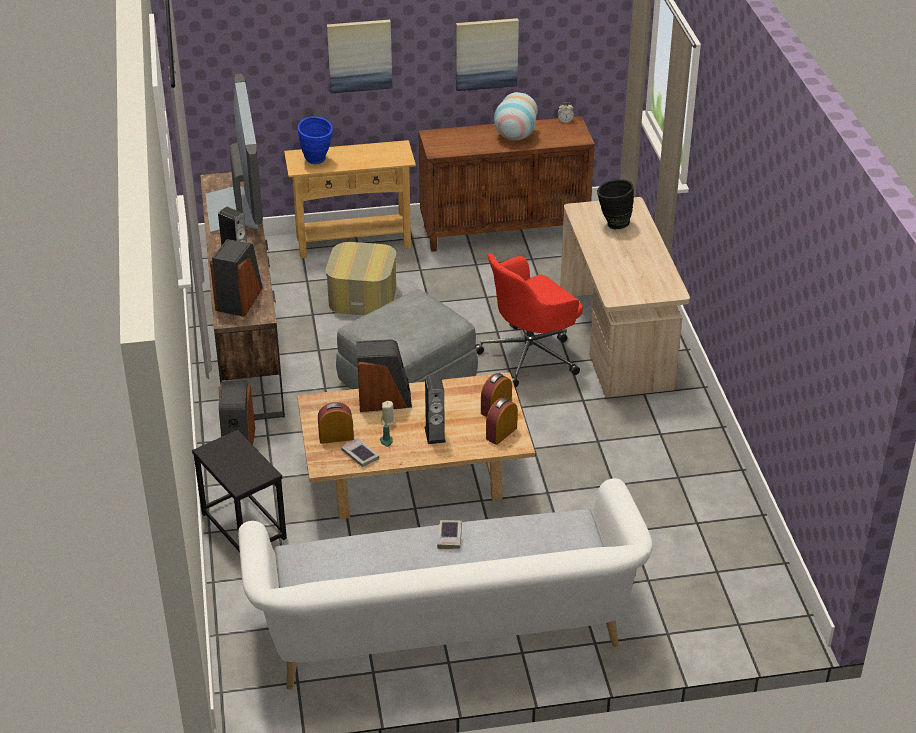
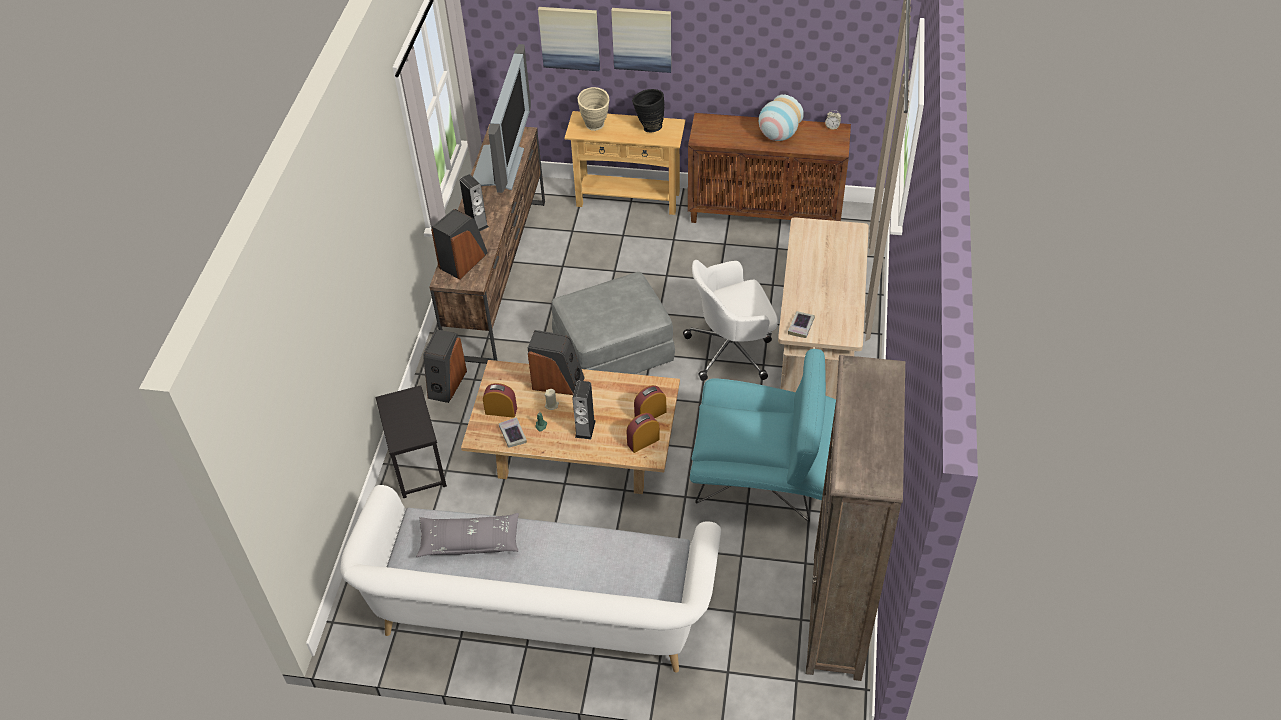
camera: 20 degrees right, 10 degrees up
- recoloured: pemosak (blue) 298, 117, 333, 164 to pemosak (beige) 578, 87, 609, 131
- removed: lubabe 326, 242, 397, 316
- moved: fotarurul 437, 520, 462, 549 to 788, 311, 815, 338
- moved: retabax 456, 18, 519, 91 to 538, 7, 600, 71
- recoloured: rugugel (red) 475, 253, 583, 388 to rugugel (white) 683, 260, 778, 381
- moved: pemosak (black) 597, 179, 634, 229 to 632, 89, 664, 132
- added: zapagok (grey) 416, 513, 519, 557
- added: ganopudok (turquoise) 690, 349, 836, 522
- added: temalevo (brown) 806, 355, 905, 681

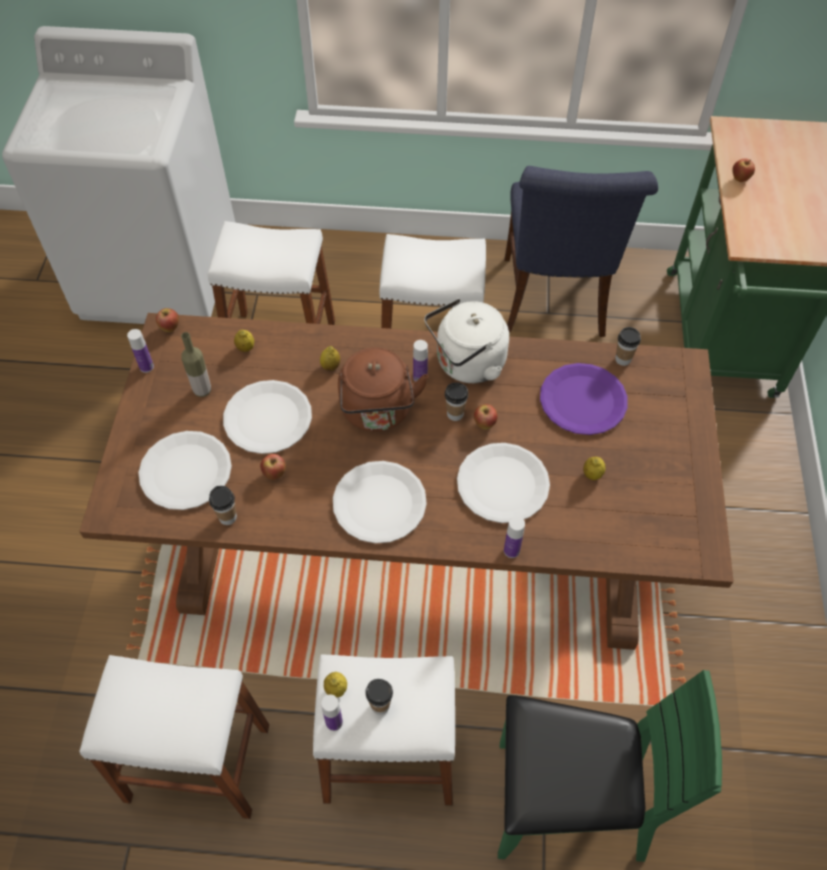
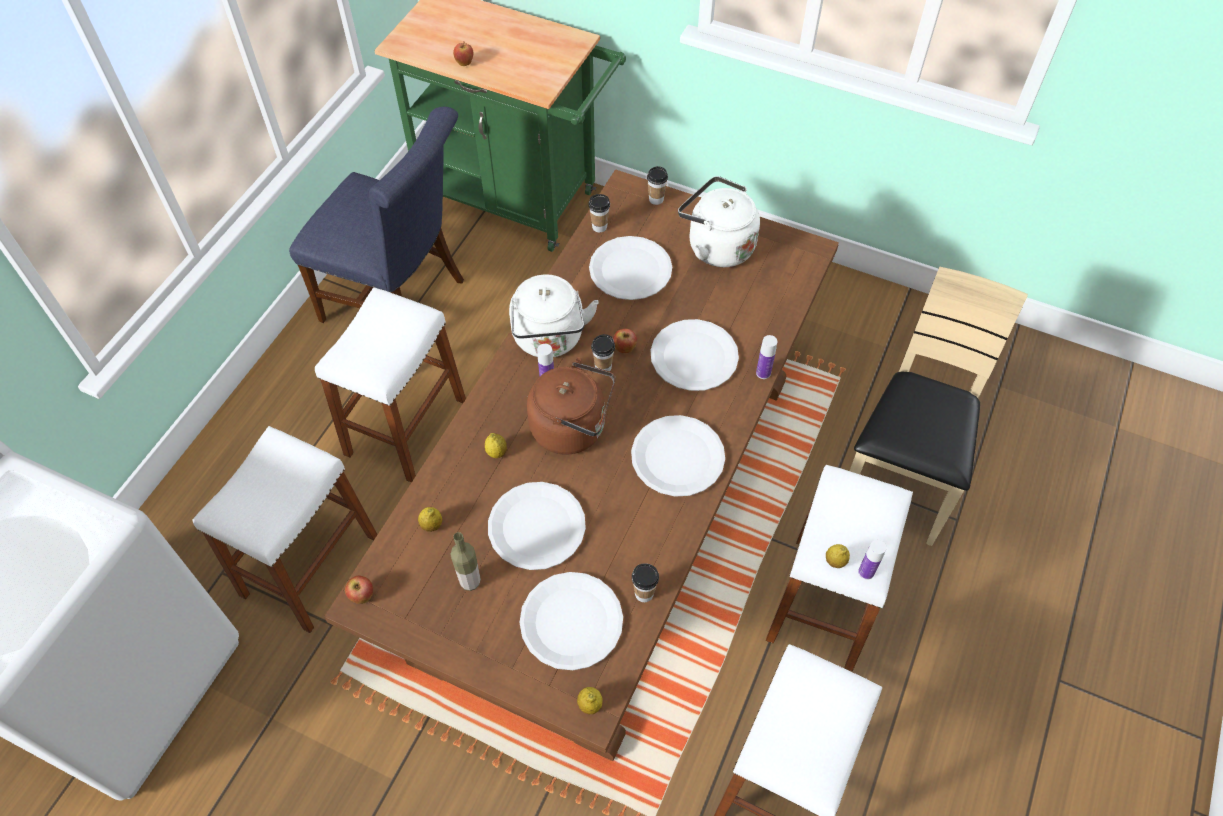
camera: 70 degrees left, 0 degrees up
- removed: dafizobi 127, 329, 154, 373
- removed: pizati 260, 454, 286, 480
- moved: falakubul 365, 679, 393, 715 to 647, 166, 668, 205
- recoloured: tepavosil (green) 498, 670, 722, 862 to tepavosil (beige) 850, 266, 1028, 546
- recoloured: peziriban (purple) 540, 363, 628, 435 to peziriban (white) 589, 236, 672, 300
- moved: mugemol 583, 457, 606, 480 to 577, 687, 603, 714
- added: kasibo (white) 678, 176, 760, 267

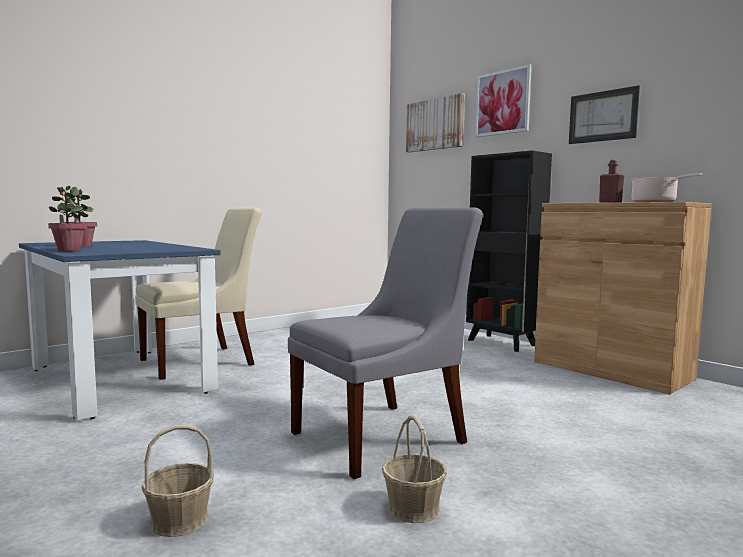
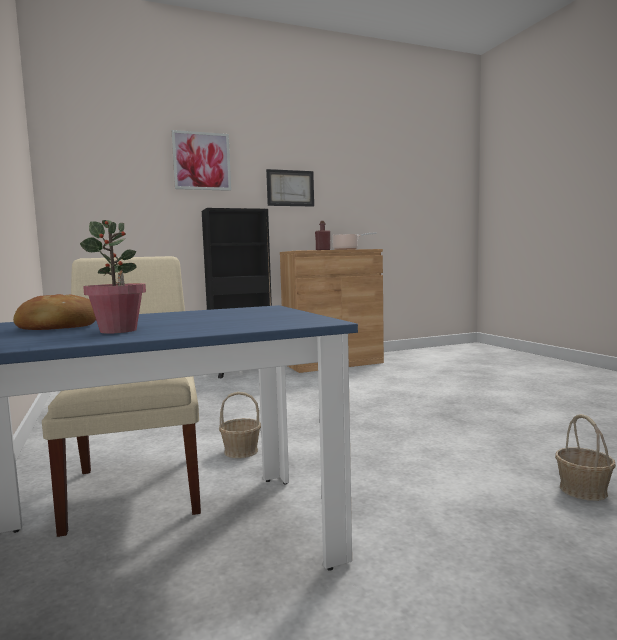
camera: 70 degrees left, 0 degrees up
- removed: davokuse 48, 186, 87, 251
- removed: tepavosil (grey) 288, 207, 483, 479
- moved: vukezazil 382, 416, 447, 523 to 219, 392, 261, 458
- removed: retabax 406, 93, 465, 152
- added: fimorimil 13, 294, 96, 330

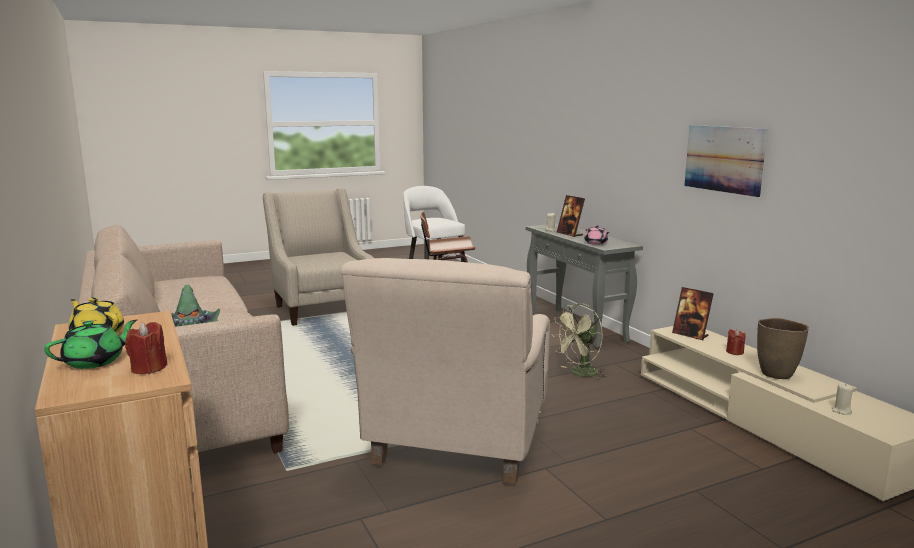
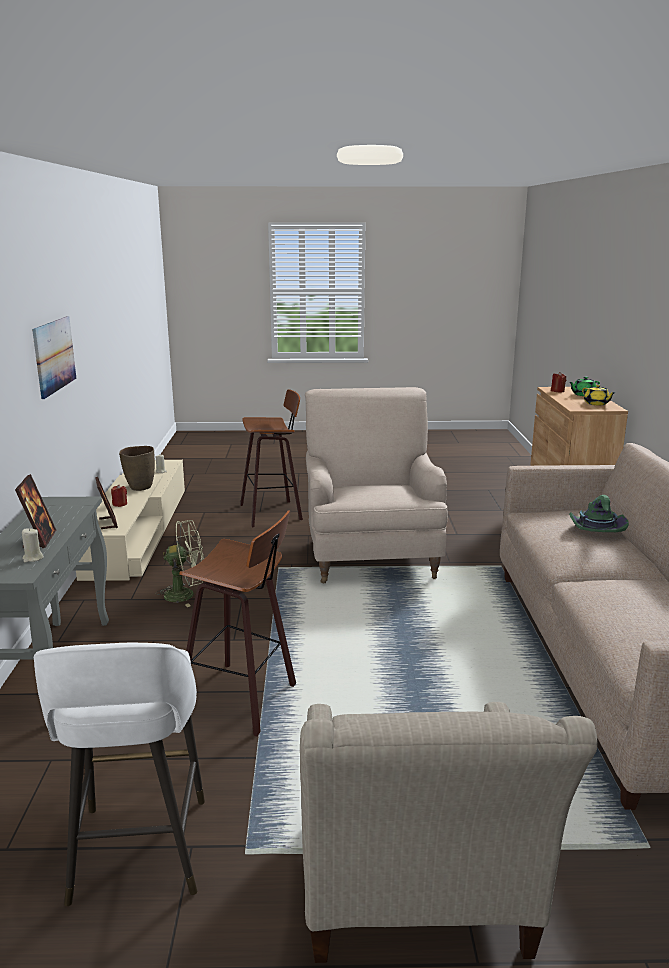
camera: 155 degrees left, 5 degrees up
- turned: ganopudok (beige) 340, 258, 550, 484 = 305, 387, 448, 584 45 degrees counterclockwise
- removed: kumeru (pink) 584, 225, 609, 245
- added: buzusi 240, 389, 303, 527

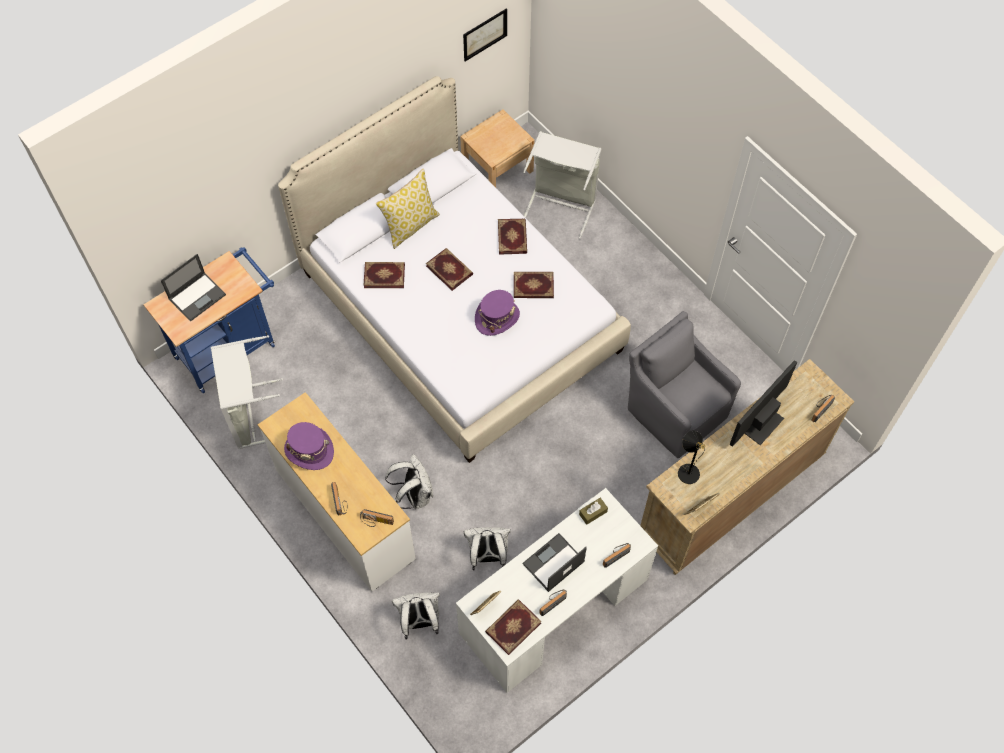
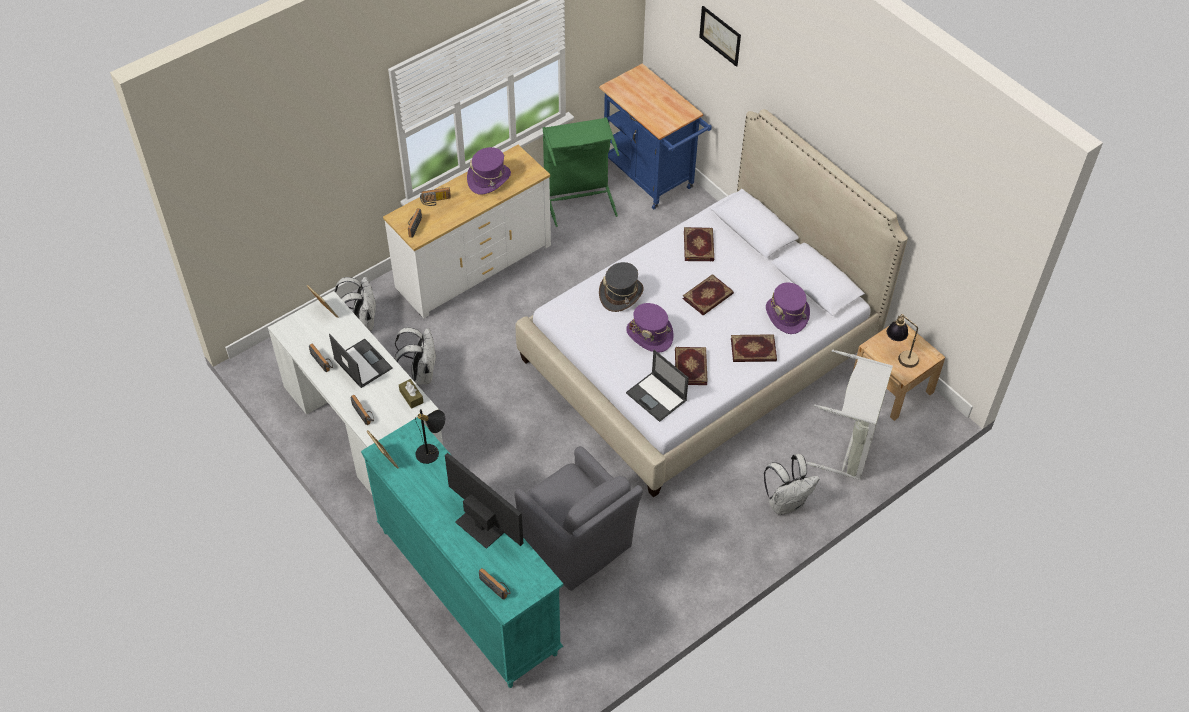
camera: 90 degrees right, 10 degrees down
- moved: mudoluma 161, 254, 226, 321 to 626, 350, 689, 422
- recoloured: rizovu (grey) 211, 335, 283, 449 to rizovu (green) 542, 117, 619, 227
- removed: zapagok 376, 168, 440, 249
- moved: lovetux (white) 385, 454, 433, 509 to 764, 454, 819, 515
- moved: retabax 463, 8, 507, 61 to 699, 6, 741, 67
- removed: fotarurul 485, 599, 542, 655
- turned: ganopudok (grey) 628, 311, 741, 458 = 514, 446, 643, 591 90 degrees clockwise
- recoloured: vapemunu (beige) 640, 359, 854, 575 to vapemunu (turquoise) 361, 417, 564, 688
- added: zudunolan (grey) 599, 262, 644, 312
- added: zudunolan (purple) 766, 282, 810, 334
- added: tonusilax 887, 314, 919, 368

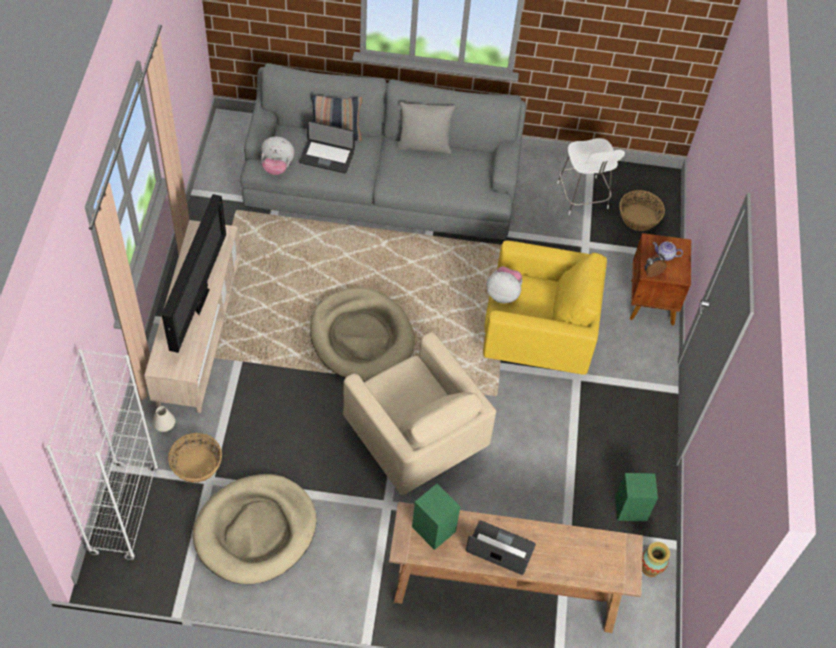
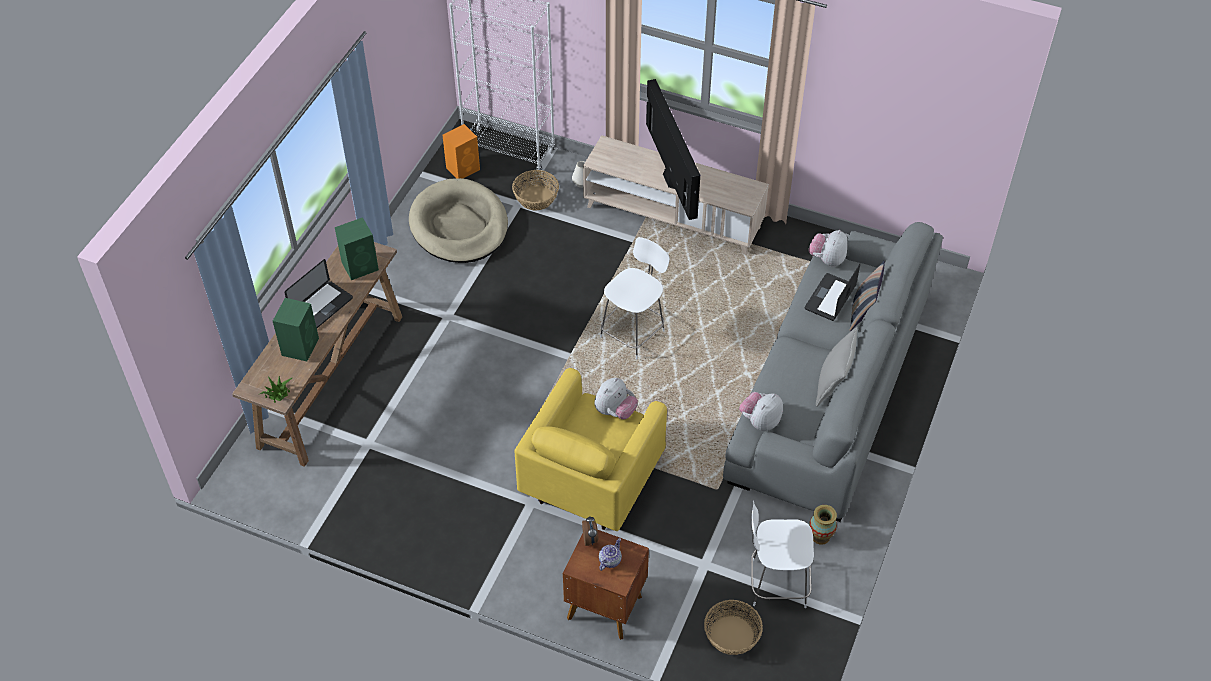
camera: 110 degrees right, 5 degrees down
- turned: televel 162, 194, 226, 353 = 646, 79, 700, 220 135 degrees counterclockwise
- replaced: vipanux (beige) 310, 287, 415, 381 to buzusi (white) 600, 237, 670, 359
- removed: ganopudok (beige) 343, 332, 496, 495
- moved: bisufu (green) 615, 473, 658, 521 to 273, 298, 319, 361
- moved: pemosak 642, 542, 670, 577 to 809, 505, 837, 545
- added: davokuse 260, 375, 292, 403
- added: bisufu (orange) 442, 124, 480, 178
- added: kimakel 739, 392, 783, 431

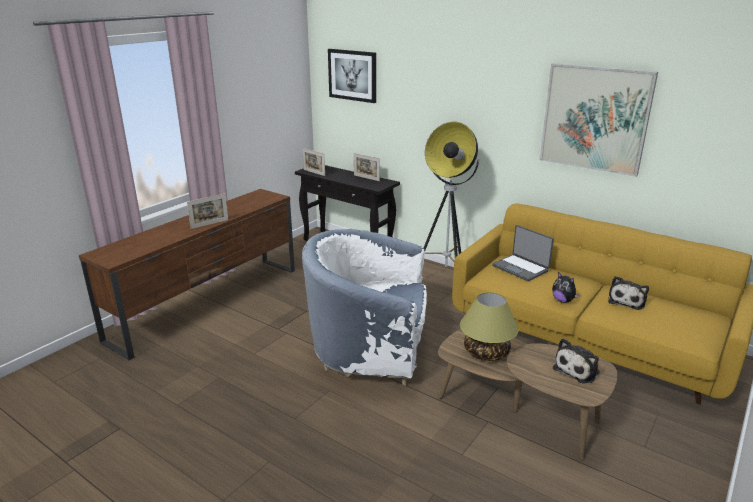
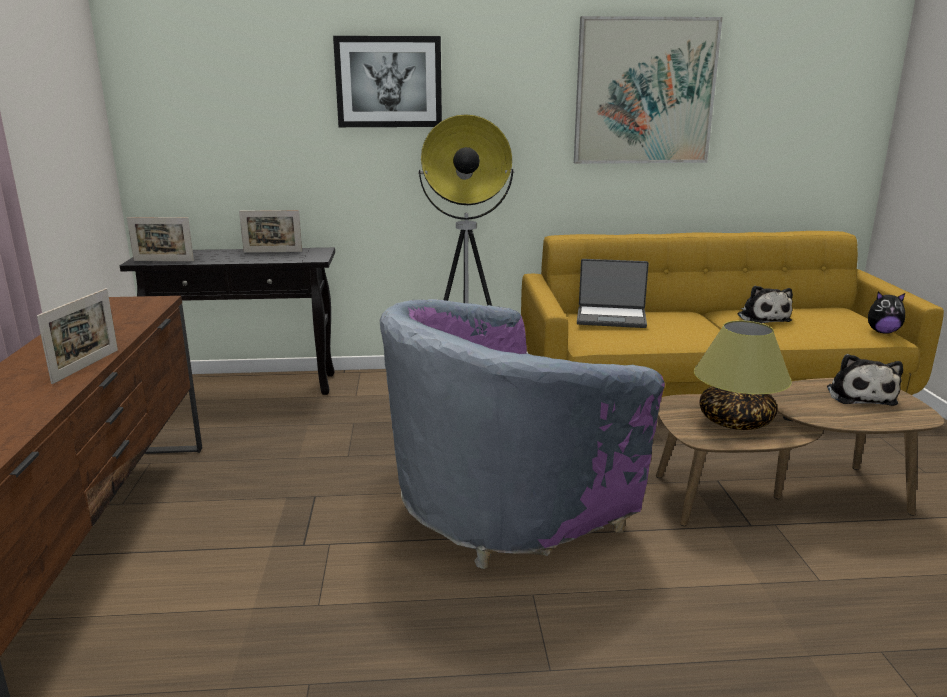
camera: 40 degrees left, 5 degrees down
- recoloured: ganopudok (white) 302, 229, 427, 387 to ganopudok (purple) 380, 299, 665, 569
- moved: retabax 328, 49, 376, 103 to 333, 36, 442, 127
- moved: kimakel 552, 272, 580, 303 to 868, 292, 905, 334

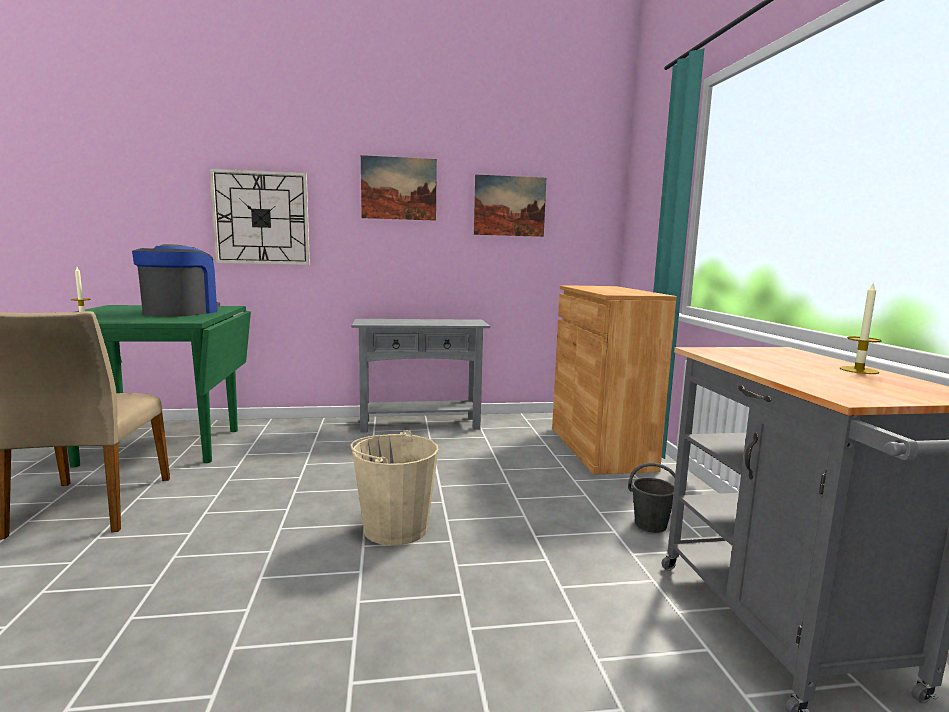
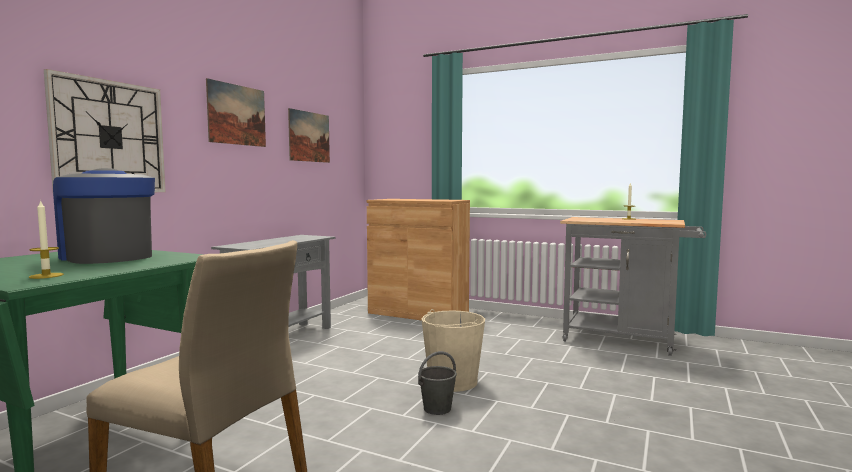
camera: 55 degrees left, 5 degrees down
- moved: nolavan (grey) 628, 463, 675, 533 to 418, 351, 457, 415

